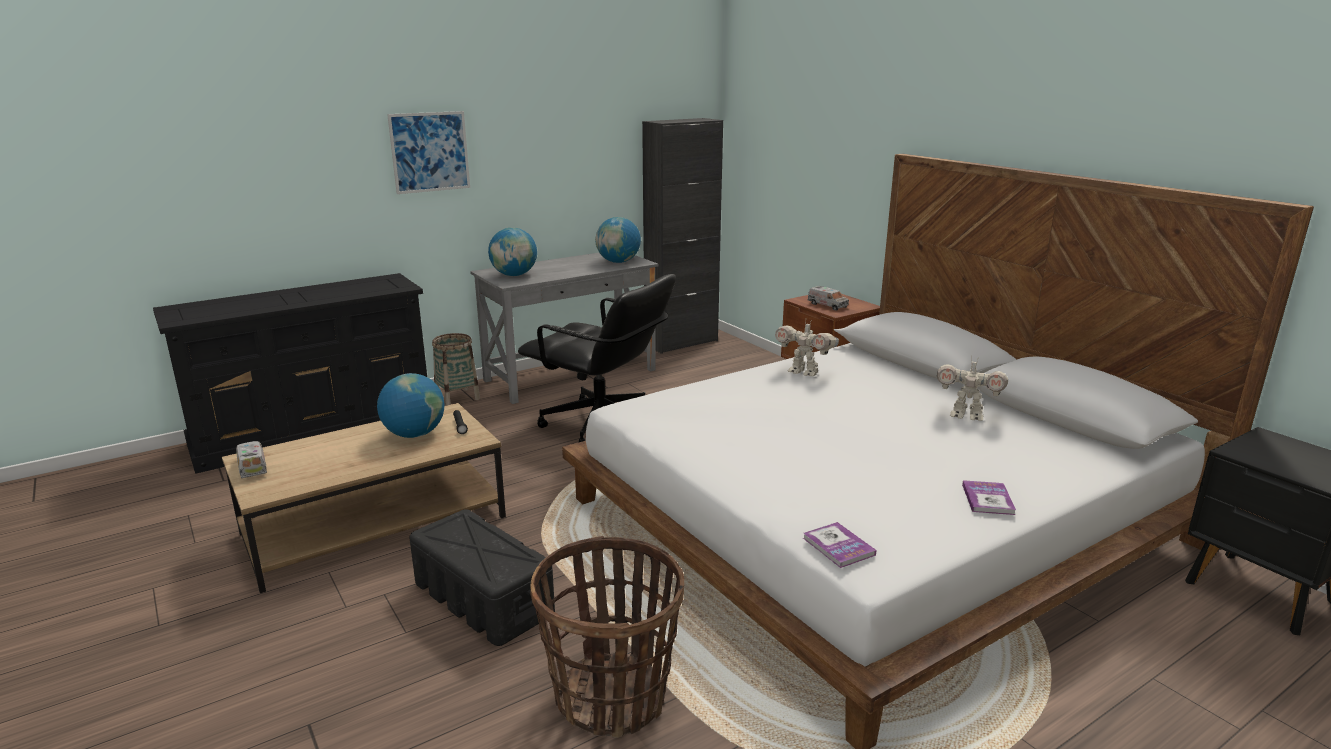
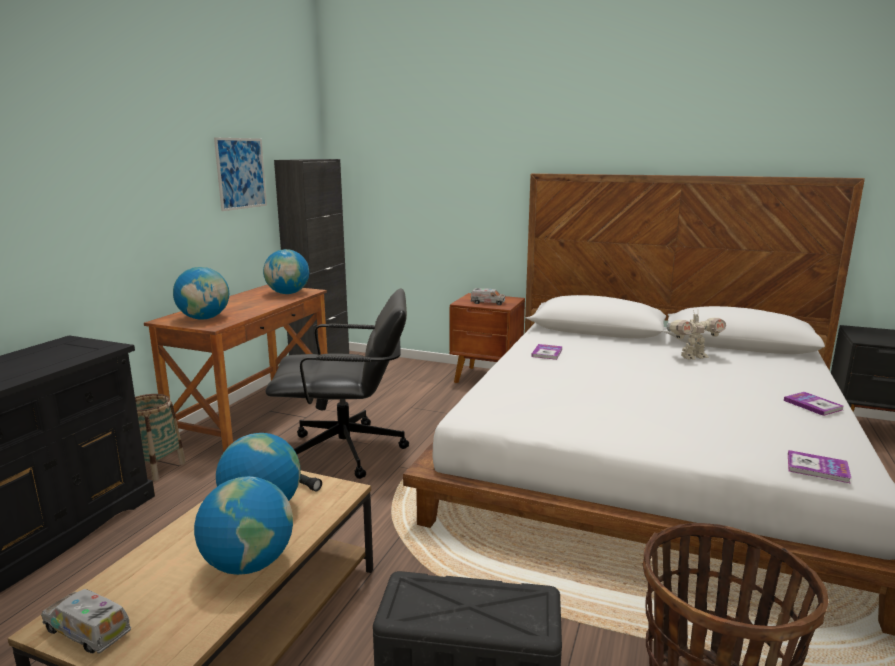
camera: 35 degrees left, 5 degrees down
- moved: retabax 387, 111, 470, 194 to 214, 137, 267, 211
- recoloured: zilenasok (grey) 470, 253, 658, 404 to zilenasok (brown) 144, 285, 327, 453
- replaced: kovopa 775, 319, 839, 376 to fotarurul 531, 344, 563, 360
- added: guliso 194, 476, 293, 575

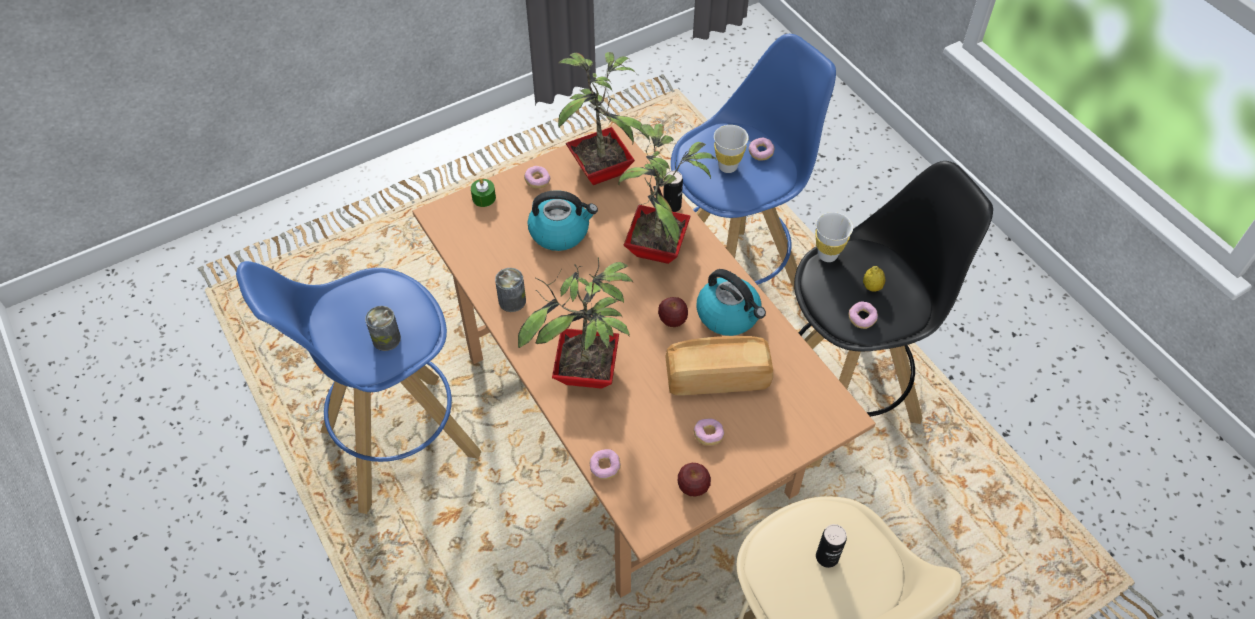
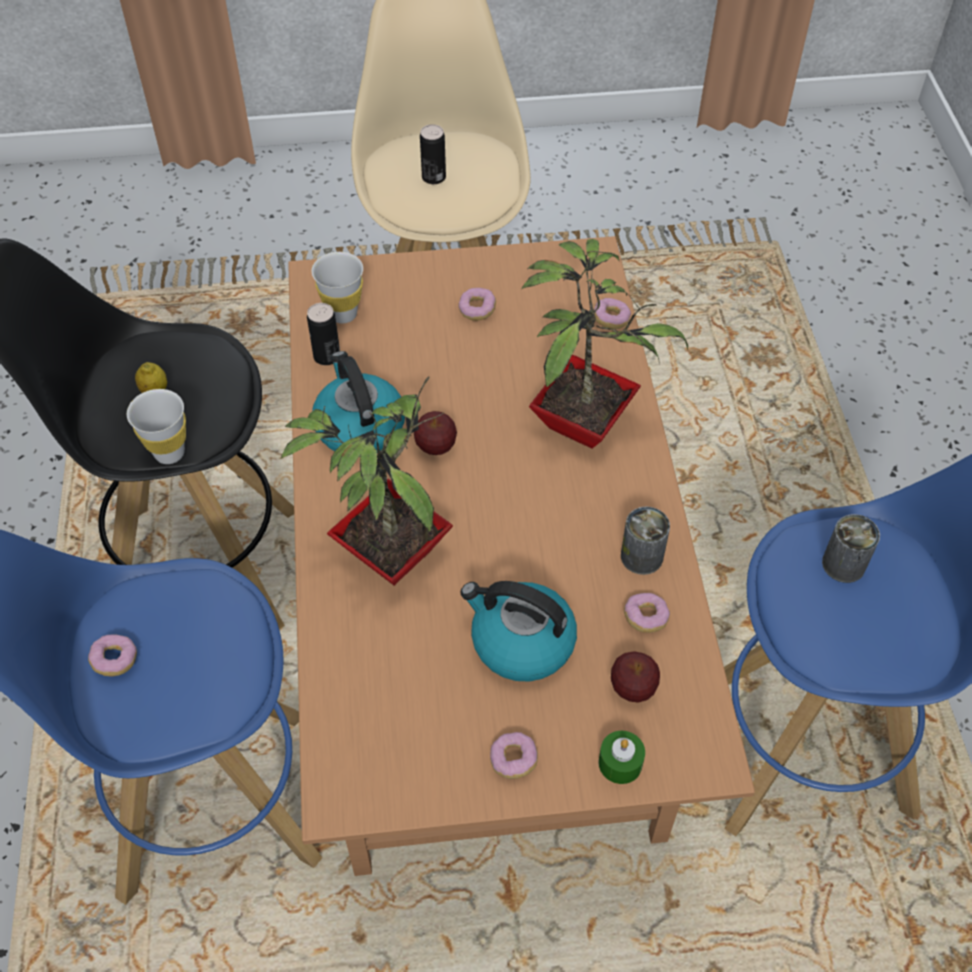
camera: 155 degrees left, 0 degrees up
- removed: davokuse 558, 52, 650, 185
- moved: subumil 663, 171, 683, 212 to 307, 303, 340, 365
- removed: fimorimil 665, 336, 773, 395
- moved: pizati 678, 463, 711, 496 to 611, 651, 660, 702
- moved: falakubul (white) 714, 125, 749, 173 to 312, 252, 363, 323
- moved: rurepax 849, 301, 878, 329 to 624, 593, 670, 633

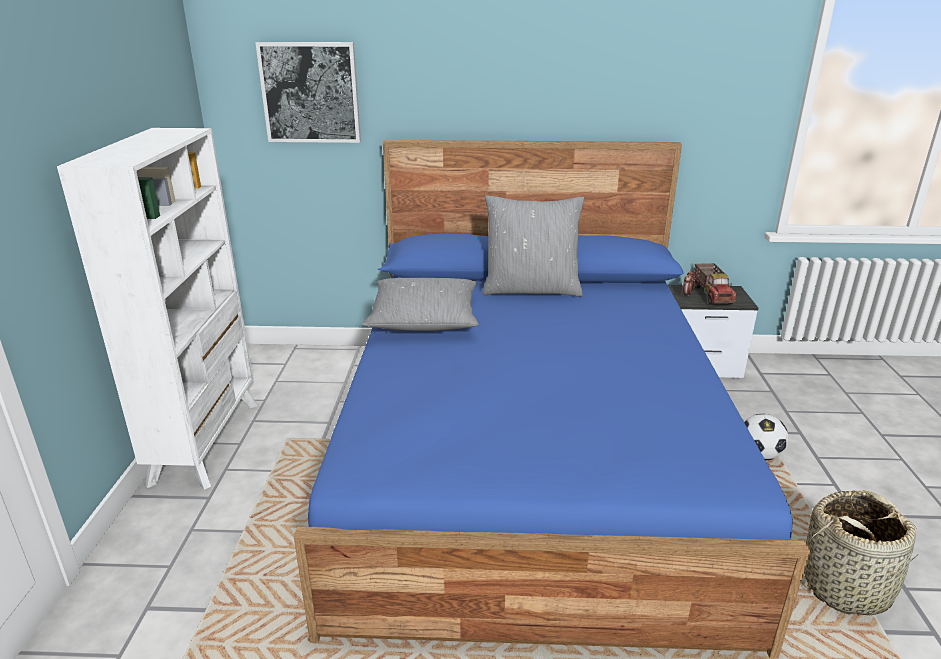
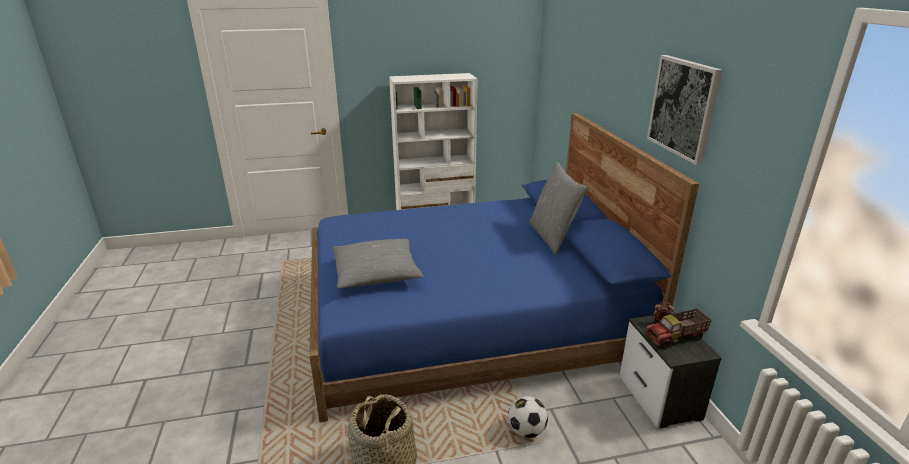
camera: 75 degrees right, 0 degrees up
- moved: retabax 255, 42, 361, 143 to 647, 55, 723, 165
- moved: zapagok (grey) 362, 278, 478, 331 to 332, 239, 424, 288

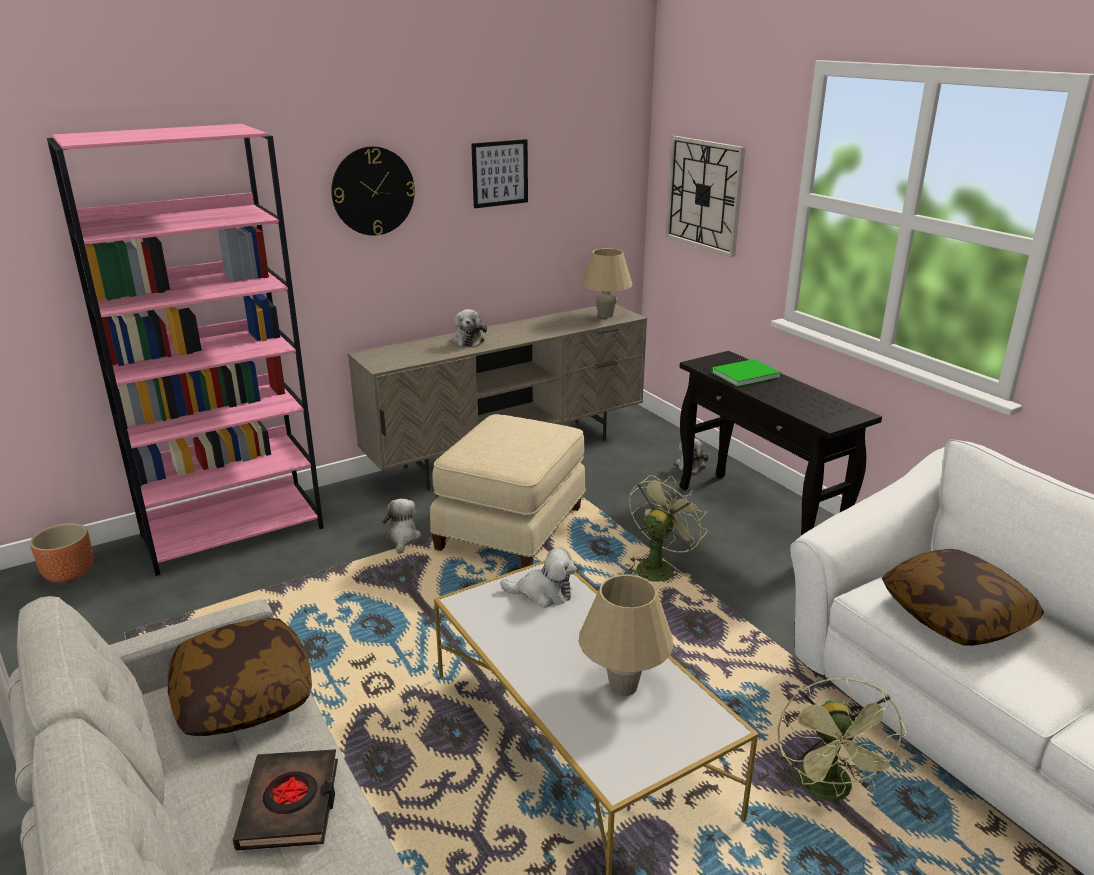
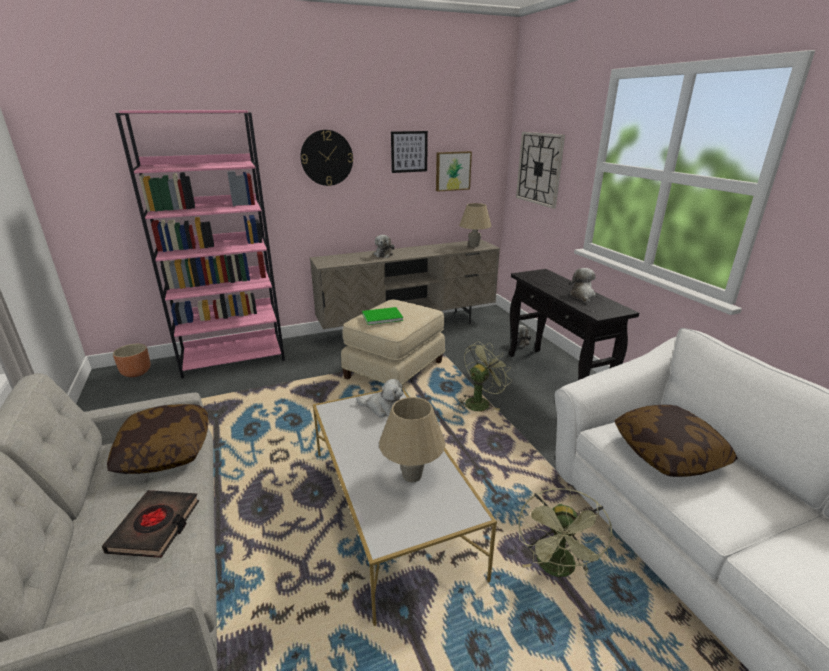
camera: 10 degrees right, 0 degrees up
- moved: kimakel 382, 499, 421, 554 to 569, 268, 596, 303
- moved: fotarurul (green) 711, 359, 781, 387 to 362, 307, 403, 325
- added: retabax 436, 151, 472, 192

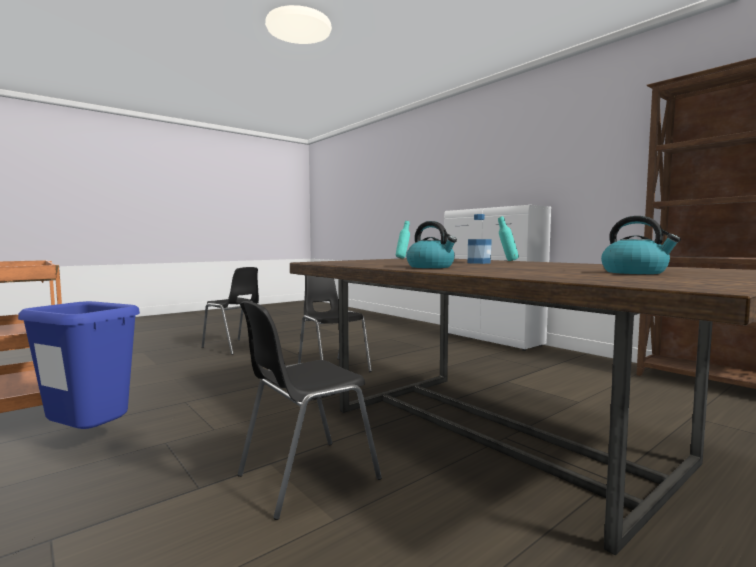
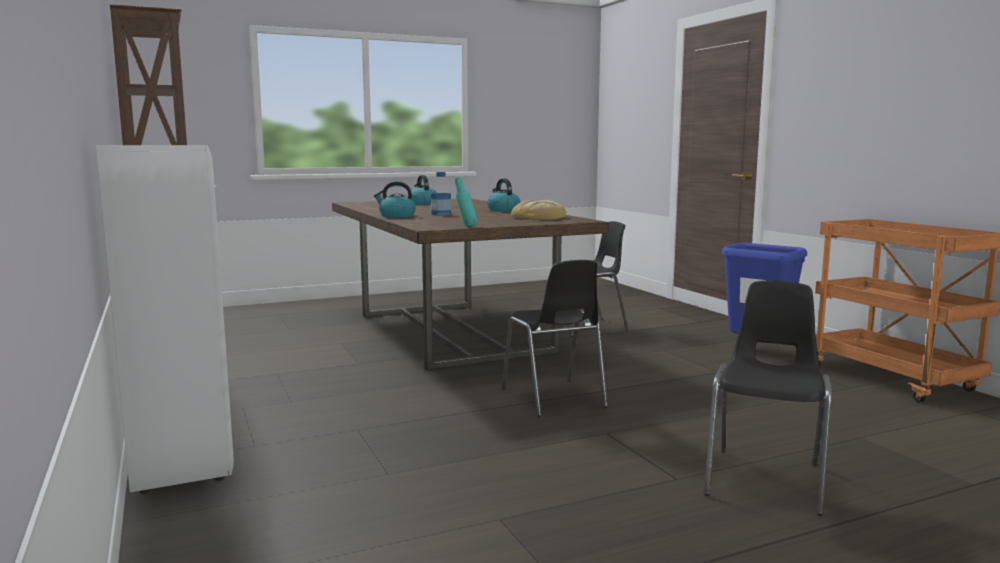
camera: 165 degrees left, 5 degrees up
- turned: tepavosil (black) 202, 267, 259, 355 = 704, 280, 832, 516 60 degrees clockwise
- replaced: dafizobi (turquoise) 498, 216, 519, 261 to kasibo 374, 181, 416, 218
- added: fimorimil 511, 200, 566, 220

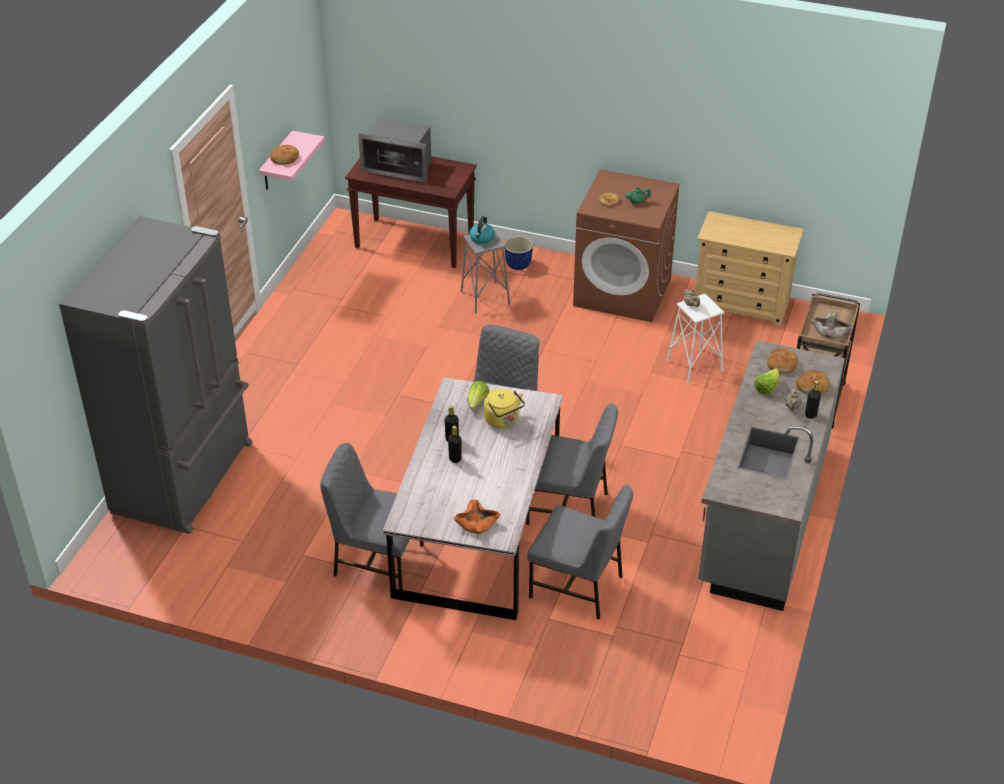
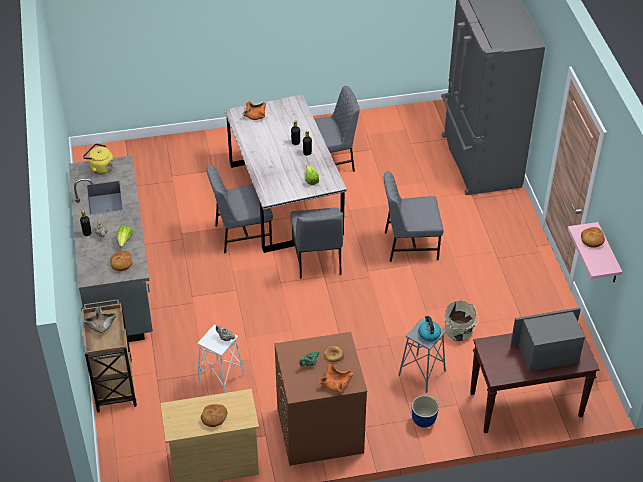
camera: 150 degrees right, 5 degrees up
- moved: kasibo (yellow) 484, 389, 525, 428 to 83, 143, 114, 174
- moved: tepavosil (grey) 527, 485, 633, 619 to 384, 171, 443, 262
- moved: fimorimil 796, 370, 830, 394 to 201, 404, 227, 427
- added: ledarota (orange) 319, 364, 353, 392
- added: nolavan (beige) 444, 301, 479, 341

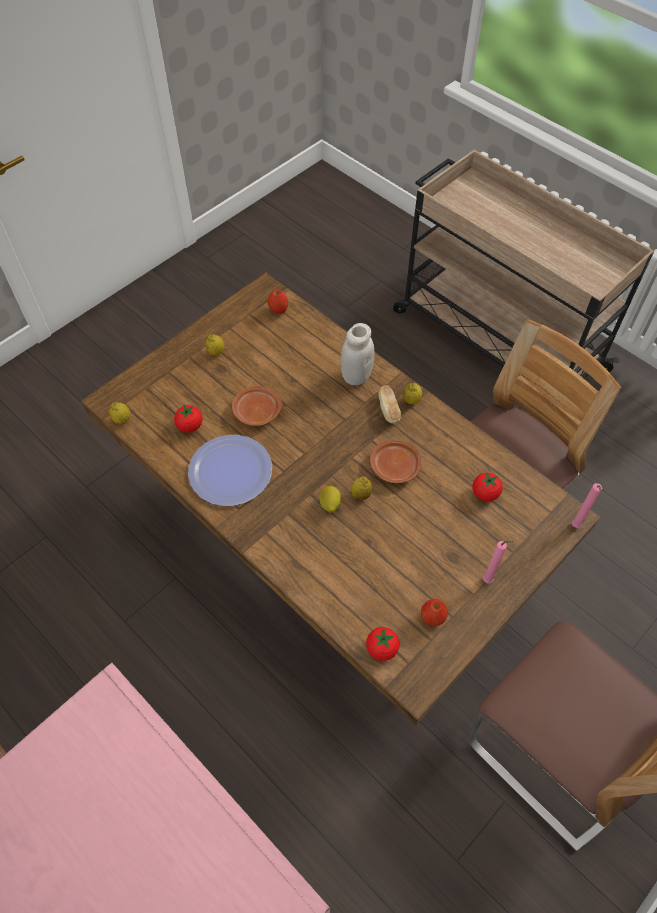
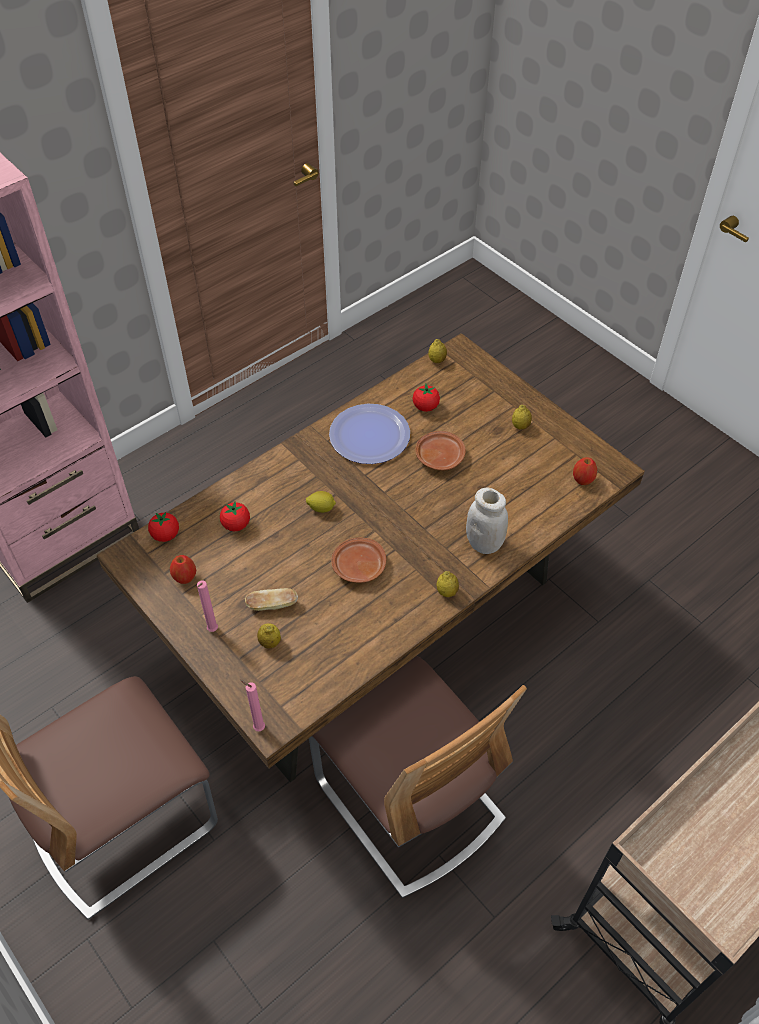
camera: 95 degrees right, 5 degrees down
- moved: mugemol 351, 476, 372, 500 to 257, 623, 281, 648
- moved: fimorimil 378, 386, 401, 424 to 245, 588, 298, 611
- moved: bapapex 472, 472, 502, 502 to 220, 501, 250, 531

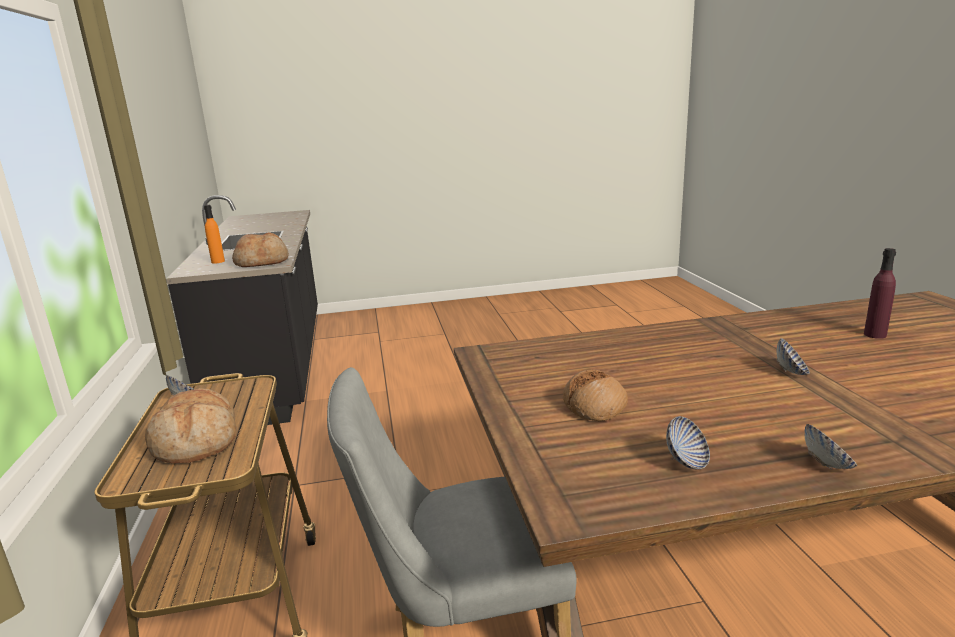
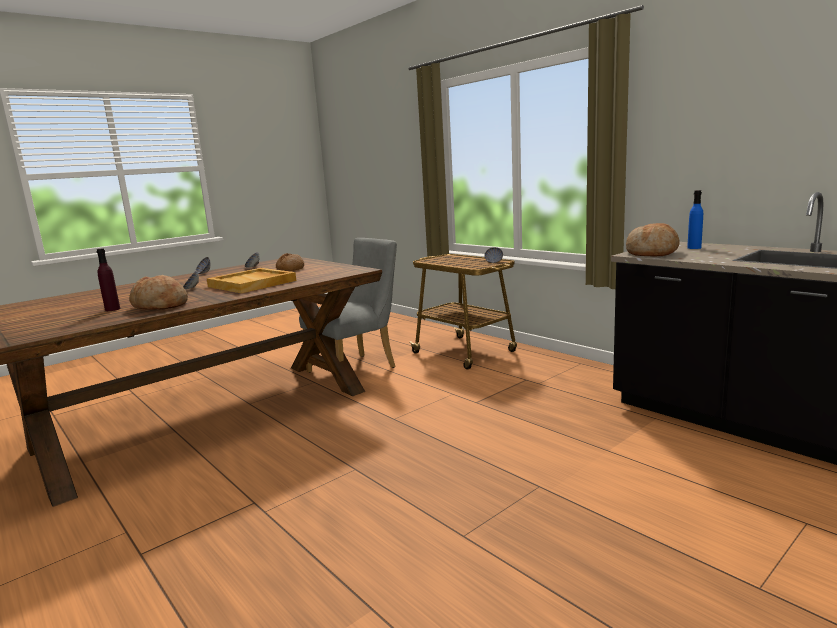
camera: 150 degrees right, 5 degrees down
- moved: fimorimil 145, 388, 237, 463 to 129, 275, 188, 310
- recoloured: dafizobi (orange) 204, 205, 225, 263 to dafizobi (blue) 687, 190, 703, 249
- added: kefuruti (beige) 207, 268, 296, 293

